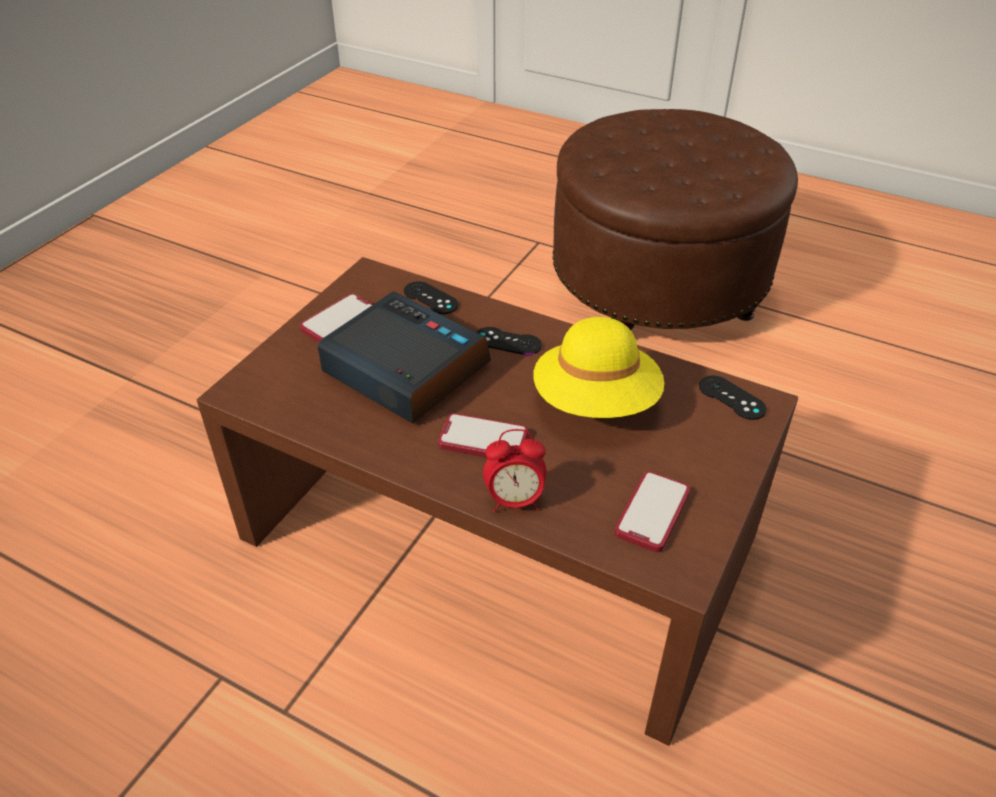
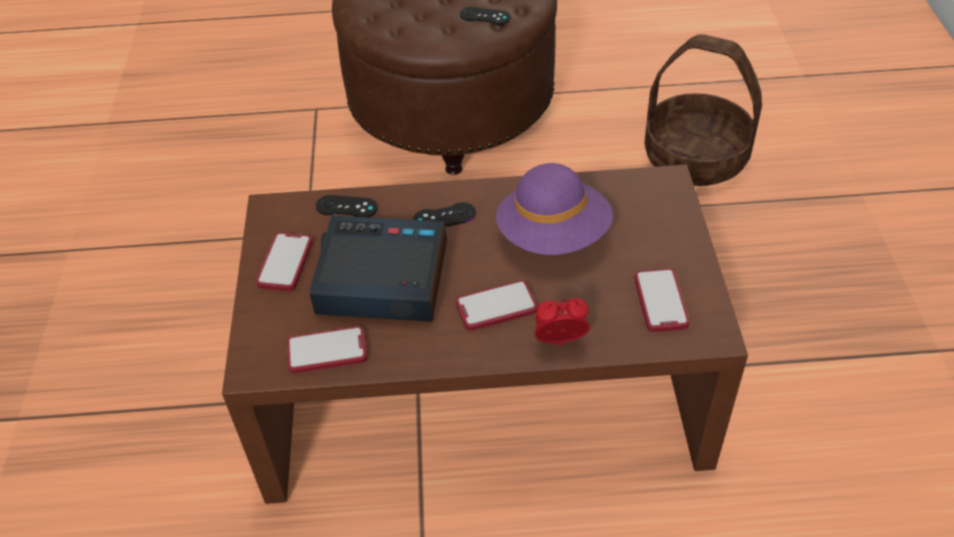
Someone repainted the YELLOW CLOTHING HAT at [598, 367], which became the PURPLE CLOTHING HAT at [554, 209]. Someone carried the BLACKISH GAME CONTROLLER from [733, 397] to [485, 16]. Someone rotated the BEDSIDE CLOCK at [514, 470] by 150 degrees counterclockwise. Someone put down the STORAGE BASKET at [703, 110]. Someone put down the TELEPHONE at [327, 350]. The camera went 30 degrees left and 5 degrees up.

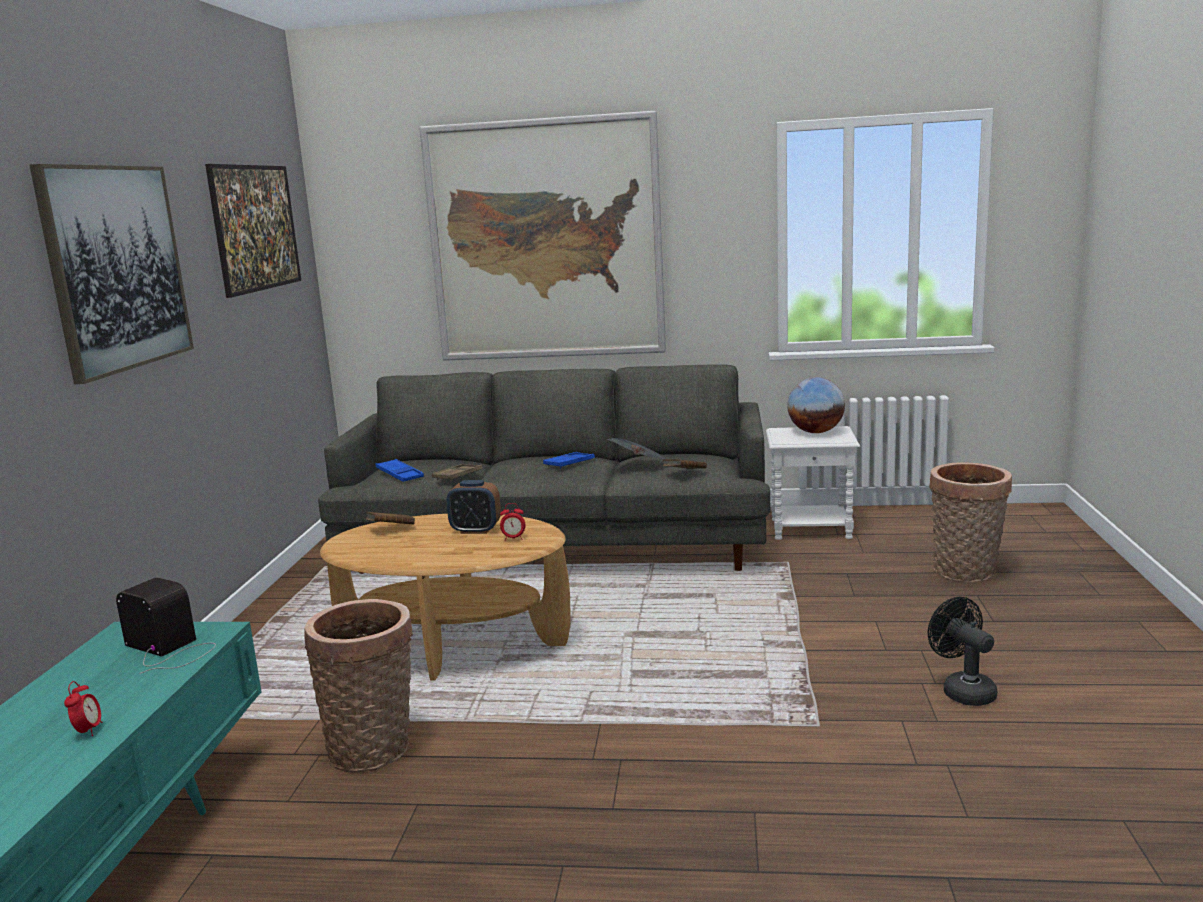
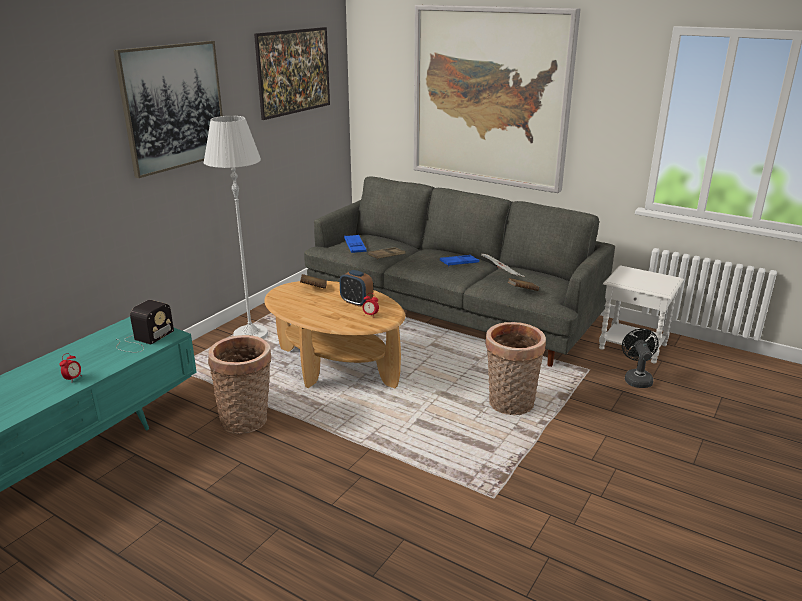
Someone took away the WORLD GLOBE at [816, 405]. Someone carried the STORAGE BASKET from [970, 522] to [515, 368]. Someone rotated the RADIO SET at [166, 626] by 60 degrees clockwise. Someone carried the BLACKISH FAN from [962, 651] to [640, 358]. Someone put down the WHITISH STANDARD LAMP at [236, 227]. The camera went 25 degrees right and 10 degrees up.

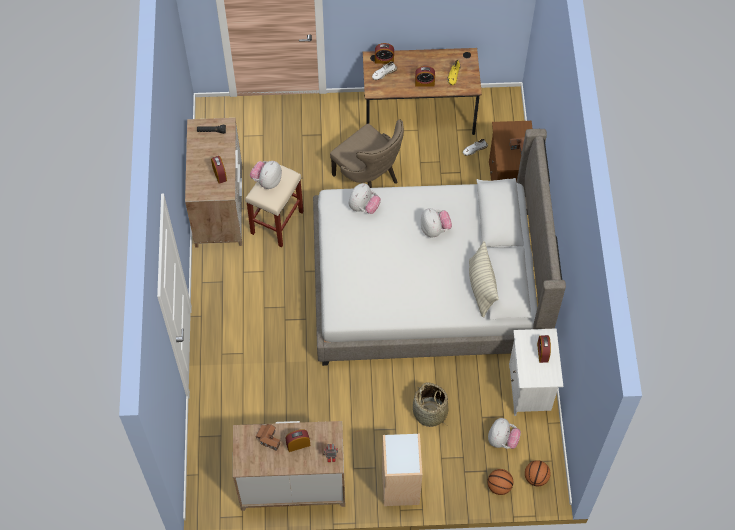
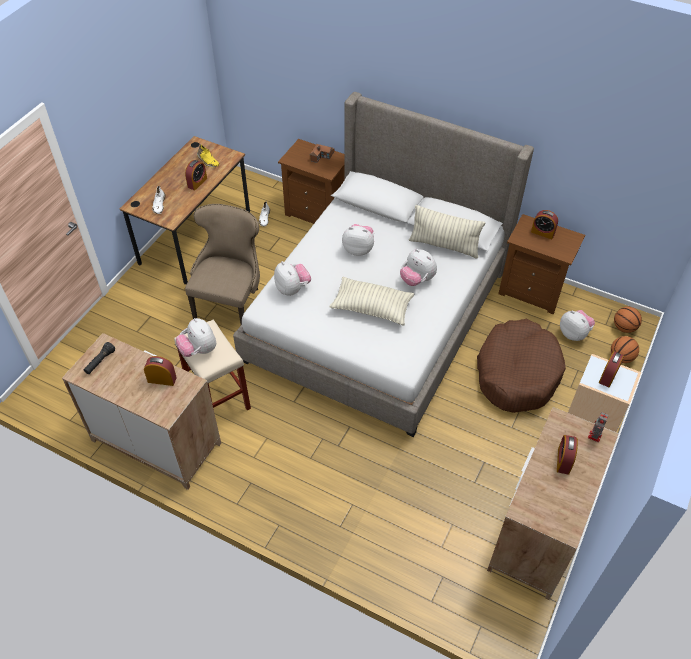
Someone carried the BEDSIDE CLOCK from [384, 53] to [611, 369]. Someone rotated the BEIGE-COLOURED UPRIGHT CHAIR at [367, 153] by 60 degrees counterclockwise. Someone repainted the WHITISH BEDSIDE TABLE at [536, 372], which became the BROWN-COLOURED BEDSIDE TABLE at [541, 264]. Someone swapped the STORAGE BASKET at [430, 404] for the BROWN-COLOURED DOG BED at [521, 366]. Someone took away the TOY HOUSE at [268, 437]. Someone put down the SOFT TOY at [418, 267]. Someone put down the THROW PILLOW at [371, 301]. The camera went 60 degrees left and 10 degrees down.

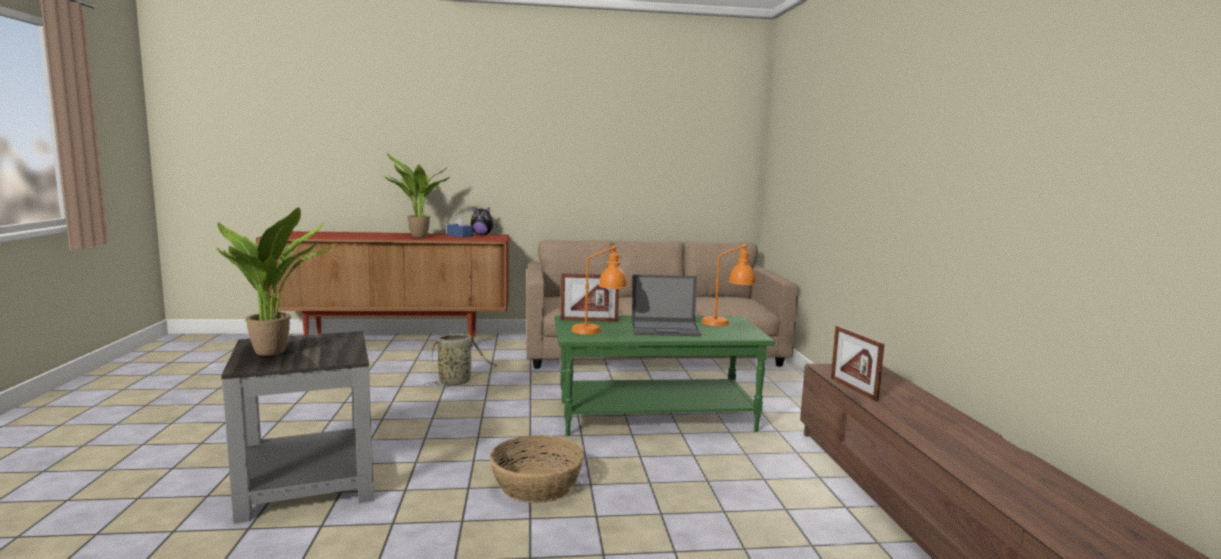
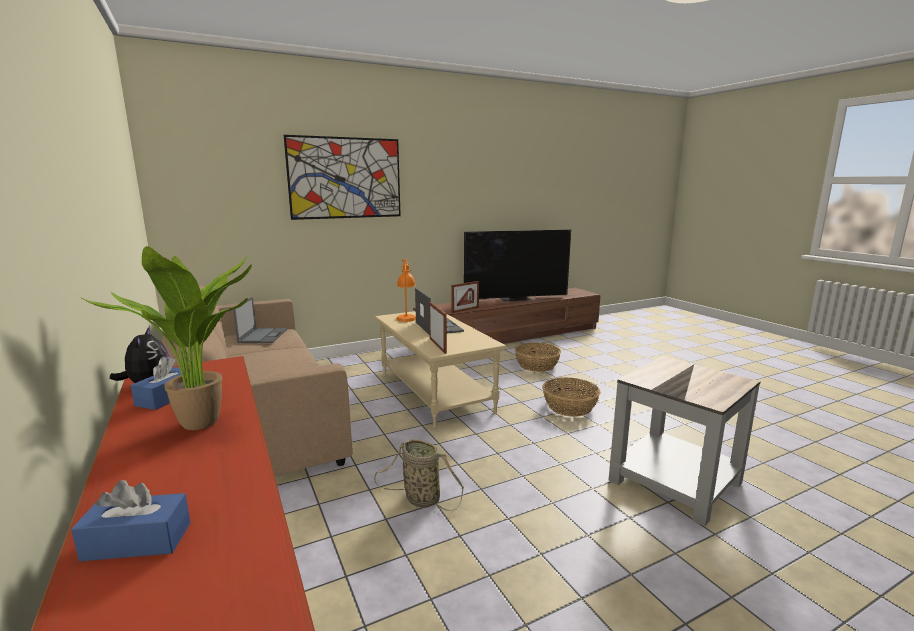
Someone took away the HOUSEPLANT at [276, 282]. Someone took away the ORANGE TABLE LAMP at [599, 290]. Someone repainted the GREENISH LOUNGE TABLE at [665, 376], which became the BEIGE-COLOURED LOUNGE TABLE at [440, 369]. Someone put up the WALL ART at [342, 177]. Someone put down the TELEVISION at [517, 265]. Someone put down the PORTABLE COMPUTER at [260, 320]. Someone put down the STORAGE BASKET at [538, 357]. Someone put down the BLUISH TISSUE BOX at [131, 520]. The camera went 110 degrees left and 5 degrees up.

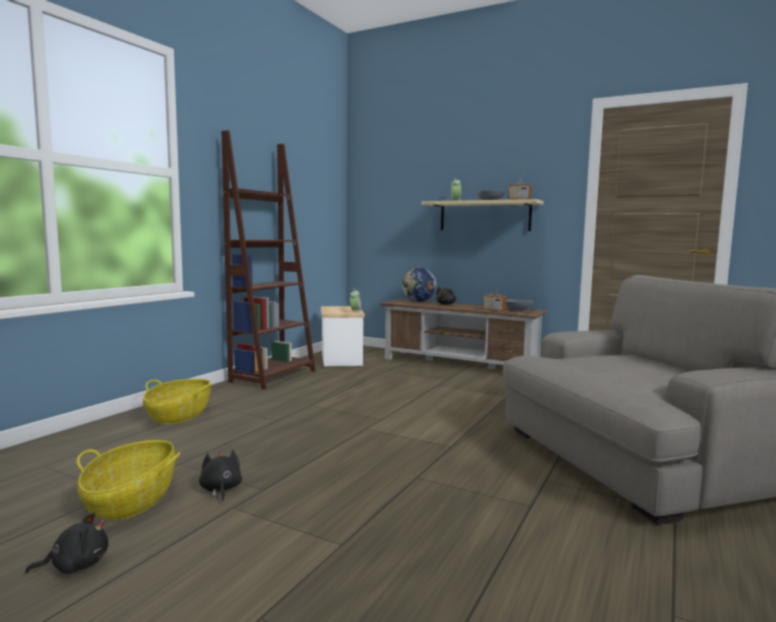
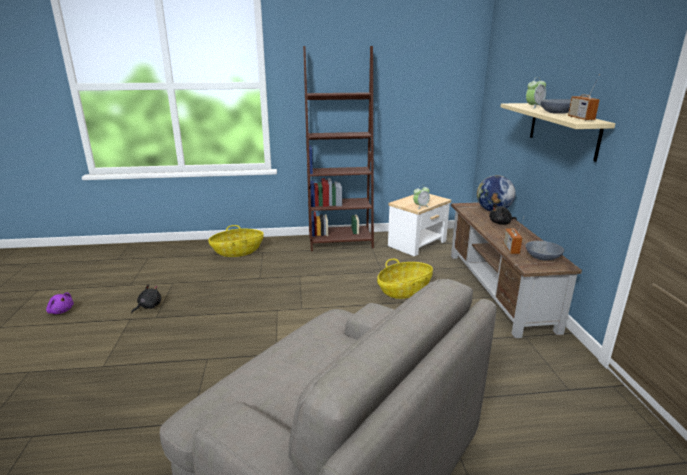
Someone carried the STORAGE BASKET from [128, 480] to [405, 279]. Someone repainted the BLACKISH SOFT TOY at [66, 543], which became the PURPLE SOFT TOY at [60, 303]. The camera went 55 degrees right and 15 degrees up.

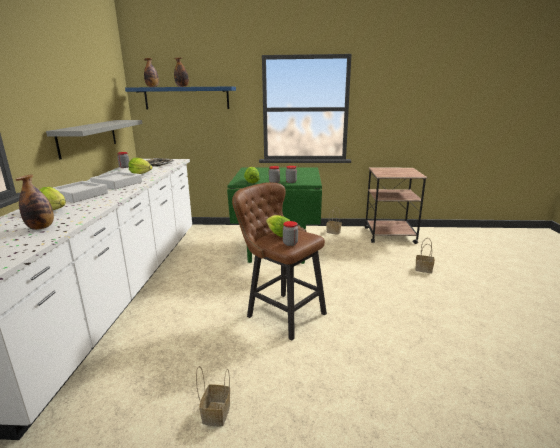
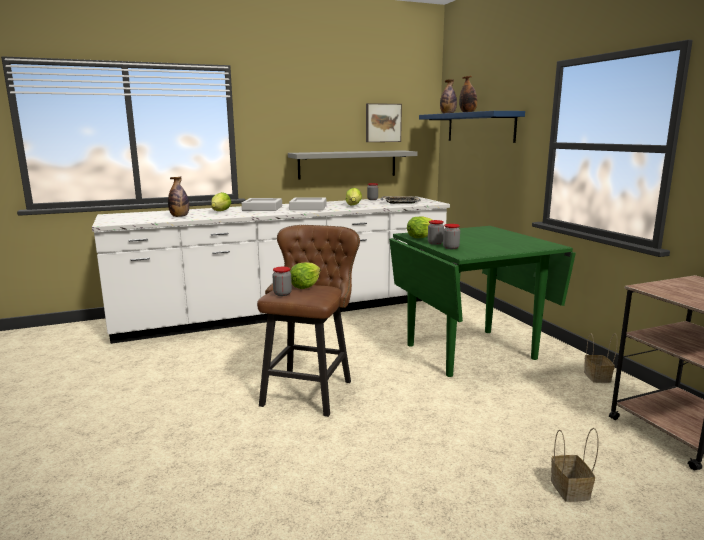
Someone took away the STORAGE BASKET at [213, 396]. Someone put up the WALL ART at [384, 122]. The camera went 65 degrees right and 5 degrees down.

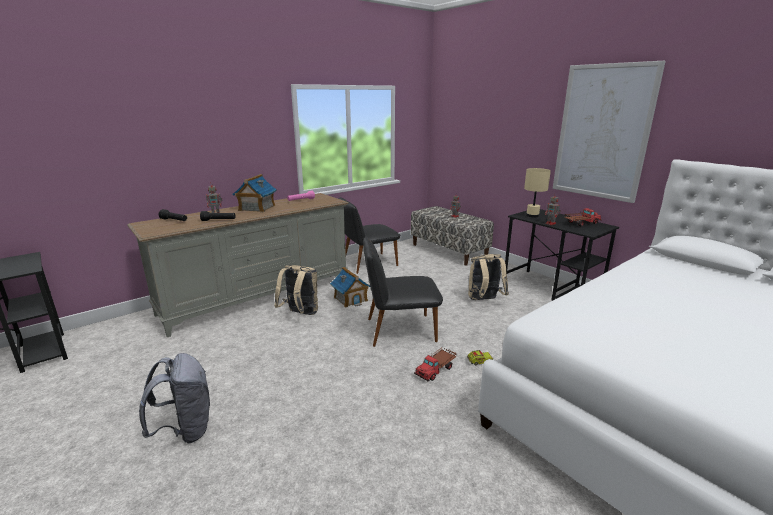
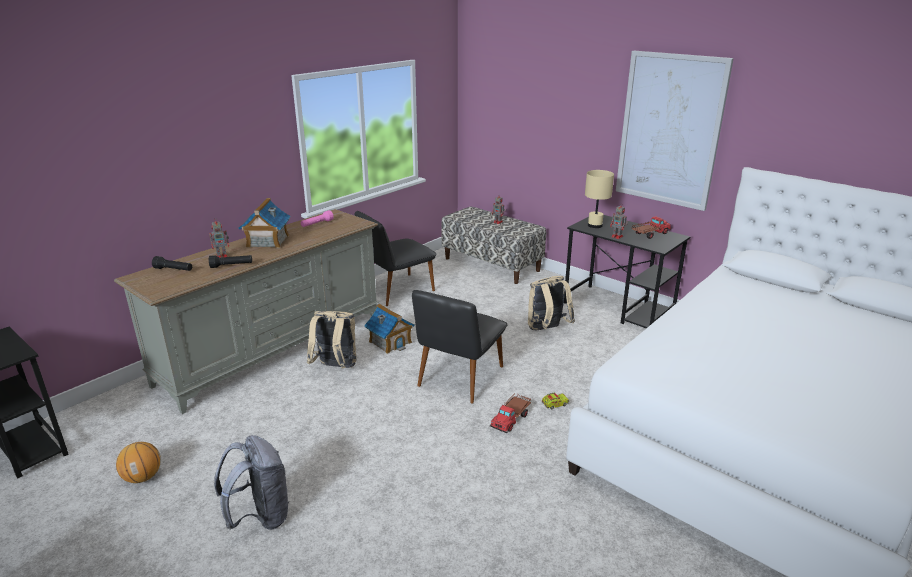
Someone rotated the BLACKISH UPRIGHT CHAIR at [403, 292] by 45 degrees counterclockwise. Someone put down the BALL FOR BASKETBALL at [138, 462]. The camera went 10 degrees left and 5 degrees up.

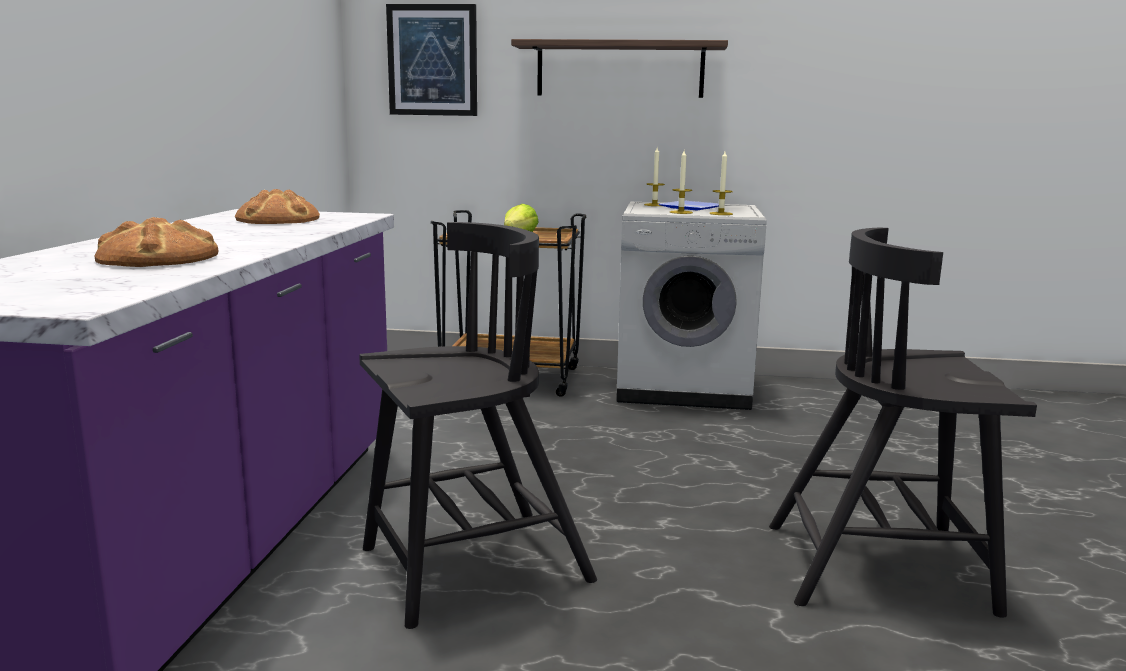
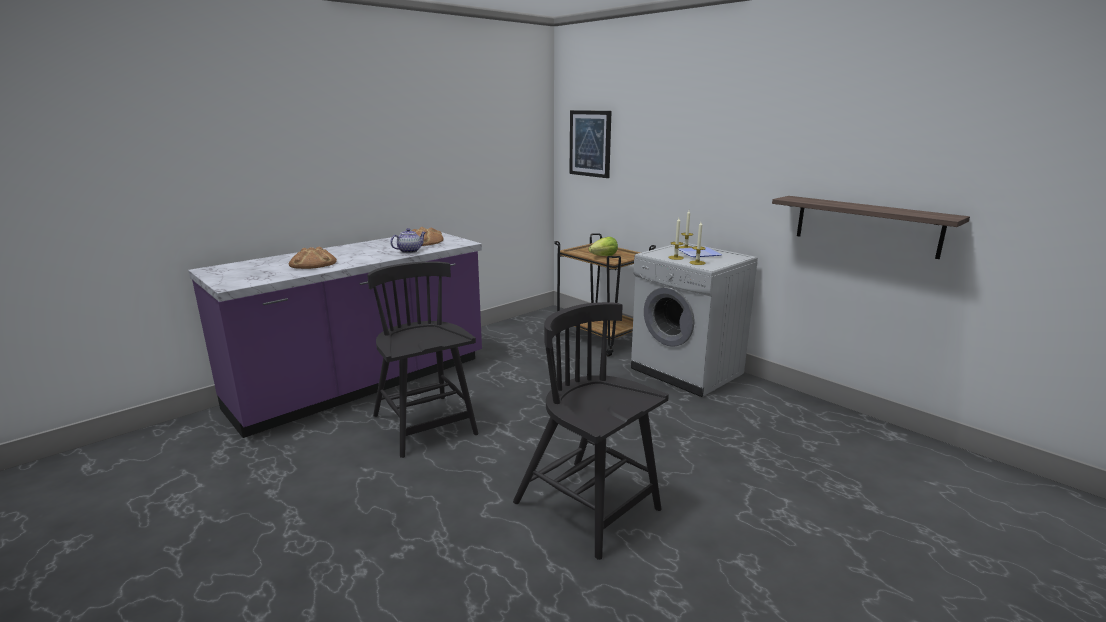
Someone carried the WALL SHELF from [619, 68] to [871, 227]. Someone rotated the BLACKISH UPRIGHT CHAIR at [478, 425] by 135 degrees counterclockwise. Someone put down the TEA POT at [408, 240]. The camera went 40 degrees right and 5 degrees up.

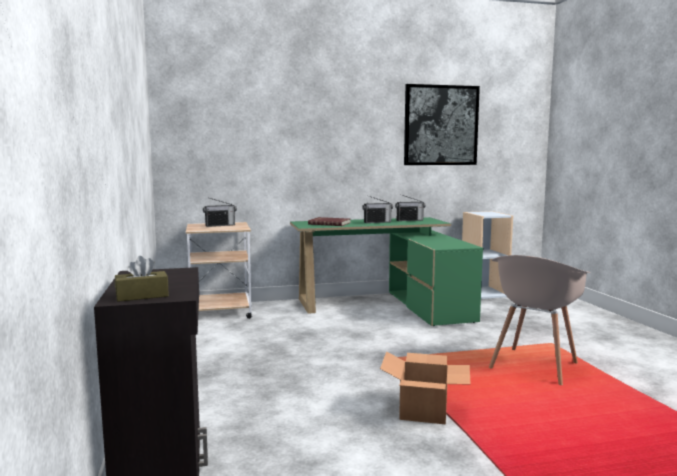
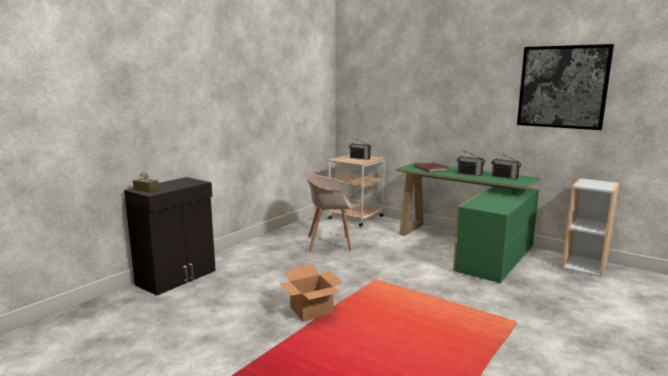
Someone carried the BEIGE-COLOURED UPRIGHT CHAIR from [539, 320] to [327, 212]. The camera went 50 degrees right and 5 degrees up.

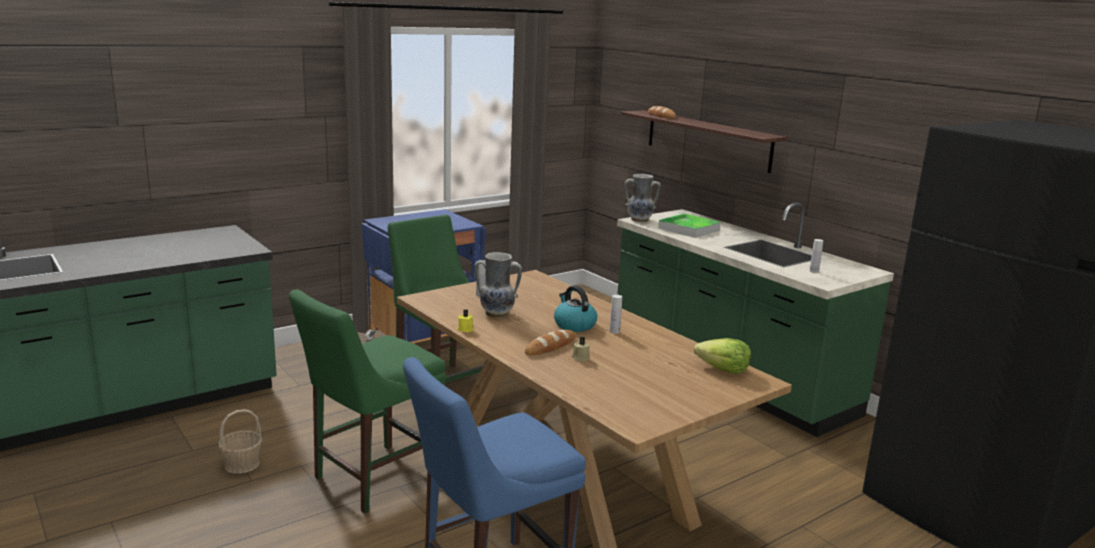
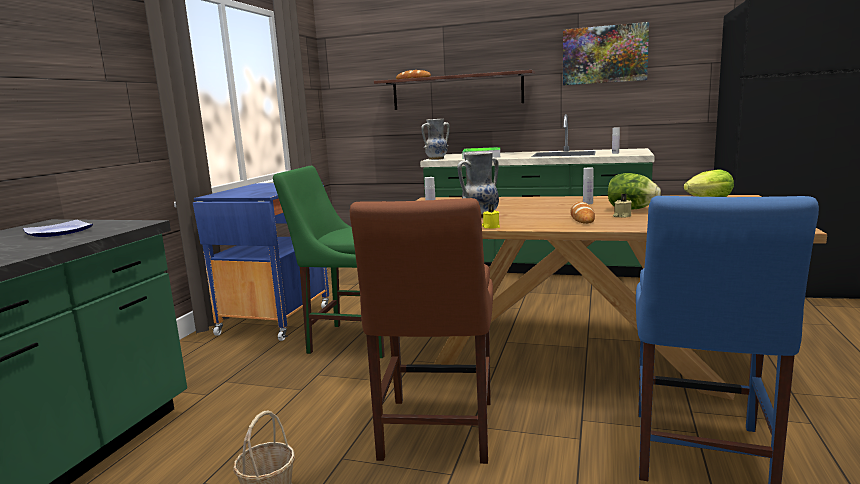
Someone took away the TEA KETTLE at [575, 308]. Someone repainted the GREENISH UPRIGHT CHAIR at [367, 401], which became the BROWN-COLOURED UPRIGHT CHAIR at [421, 331]. Someone put up the WALL ART at [606, 53]. Someone put down the LETTUCE HEAD at [634, 191]. Someone put down the DINNER PLATE at [58, 228]. The camera went 35 degrees left and 5 degrees down.

